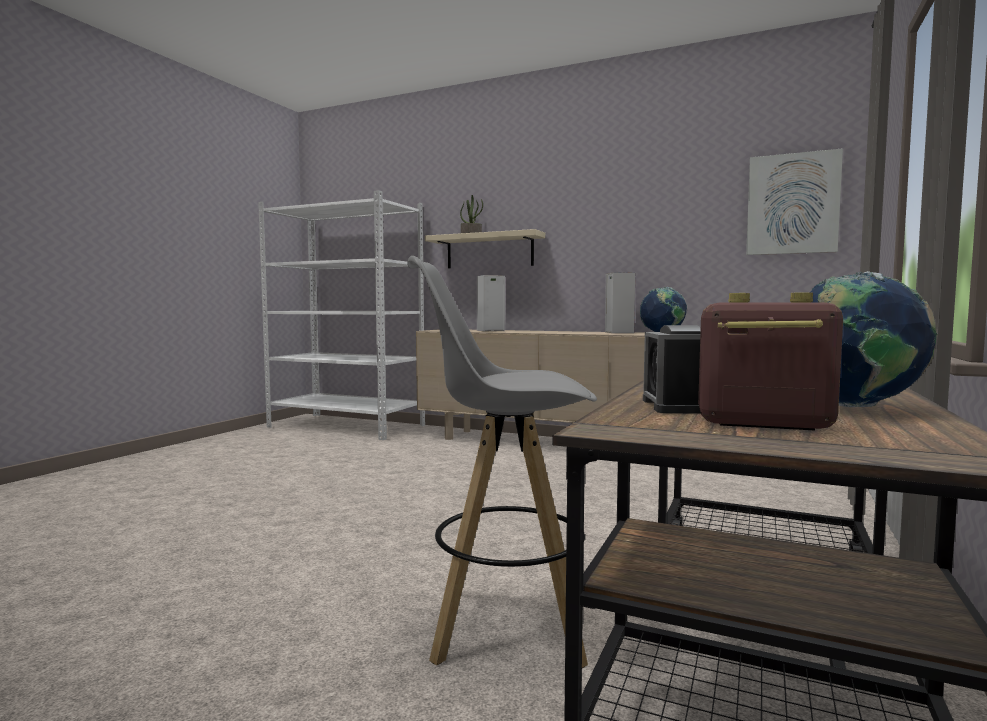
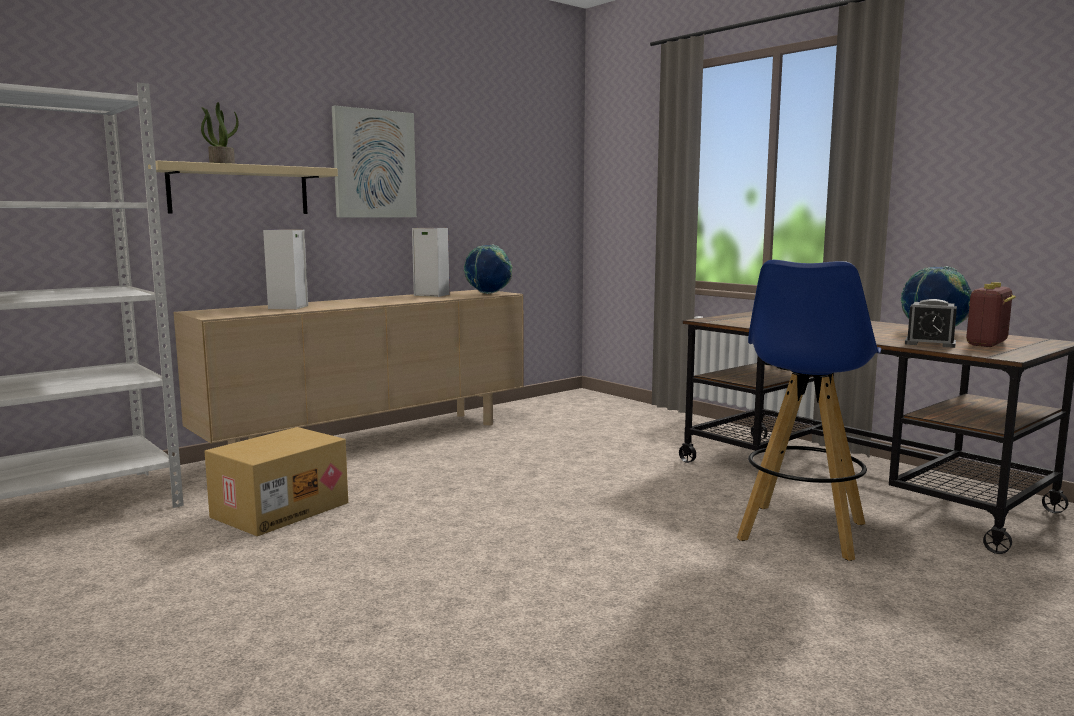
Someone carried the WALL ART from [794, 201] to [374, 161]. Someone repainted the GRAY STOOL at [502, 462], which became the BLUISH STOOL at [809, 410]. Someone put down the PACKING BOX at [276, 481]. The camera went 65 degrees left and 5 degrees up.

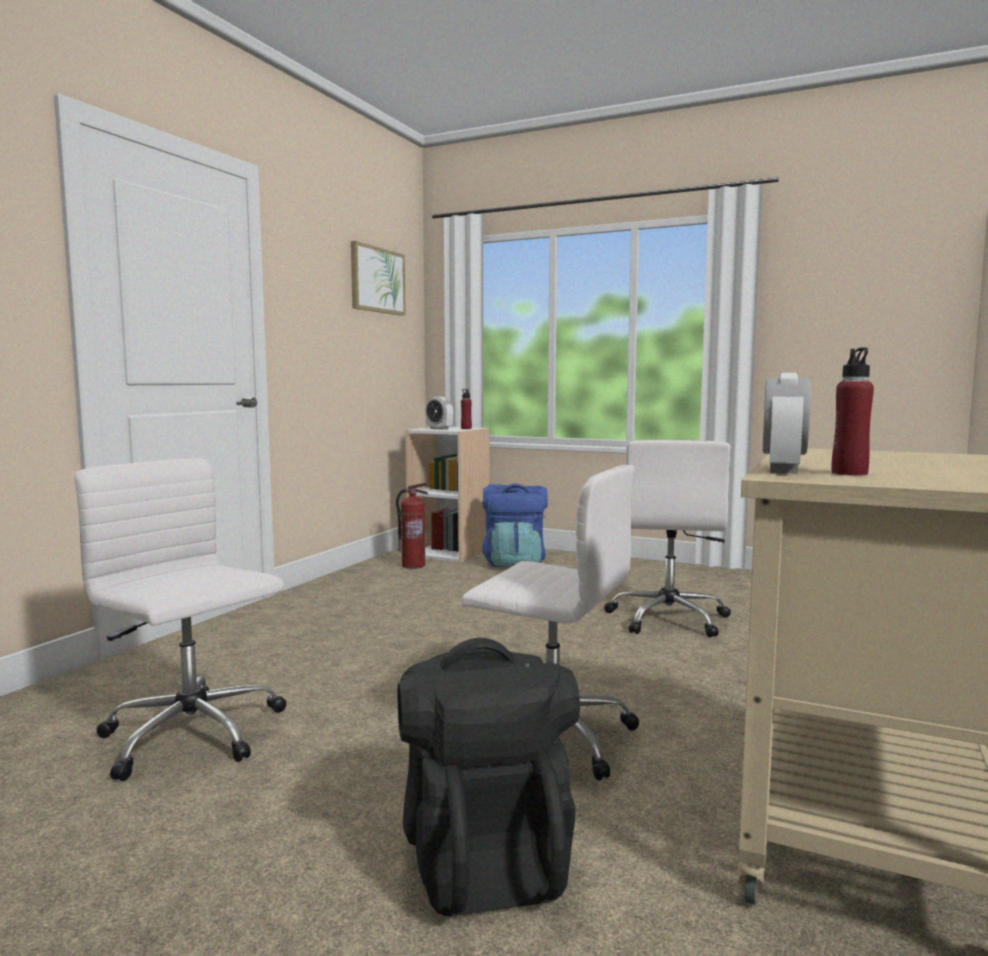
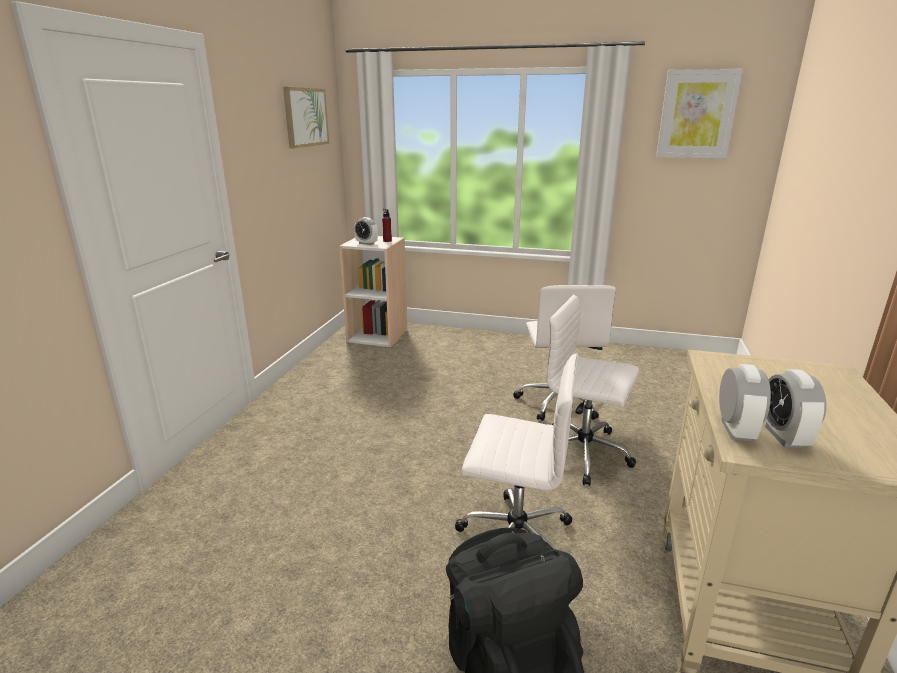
Someone swapped the REDDISH BOTTLE at [852, 411] for the BEDSIDE CLOCK at [795, 408]. Someone carried the WHITISH OFFICE CHAIR from [181, 619] to [592, 390]. Someone took away the FIRE EXTINGUISHER at [412, 526]. Someone took away the BLUISH KNAPSACK at [515, 525]. Someone put up the WALL ART at [699, 114]. The camera went 10 degrees left and 15 degrees up.

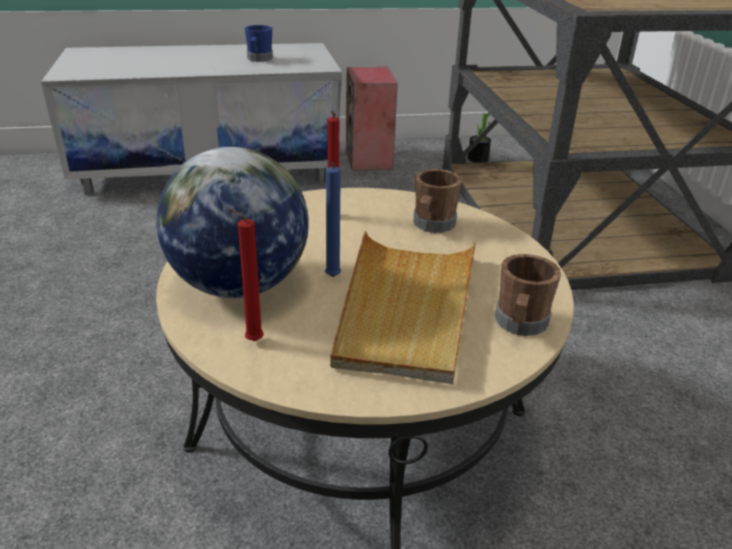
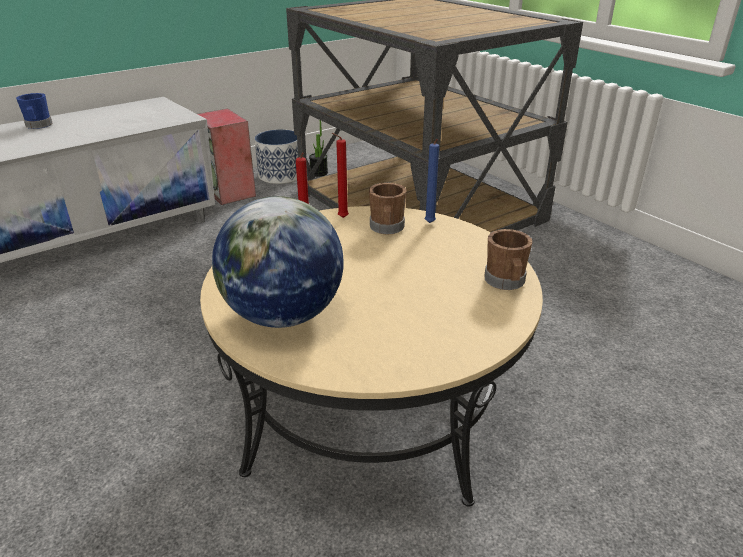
Someone carried the BLUISH MUG from [259, 43] to [34, 111]. Someone carried the BLUISH WAX LIGHT from [333, 219] to [432, 181]. Someone carried the REDDISH WAX LIGHT from [245, 274] to [340, 175]. Someone took away the BEIGE-COLOURED TRAY at [403, 307]. Someone put down the FLOWER POT at [276, 157]. The camera went 25 degrees left and 0 degrees up.

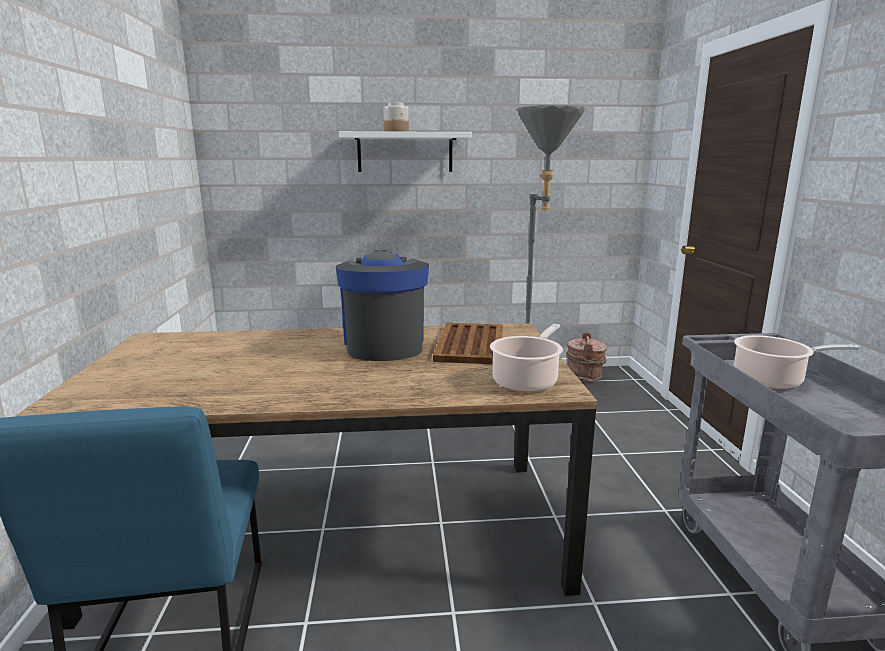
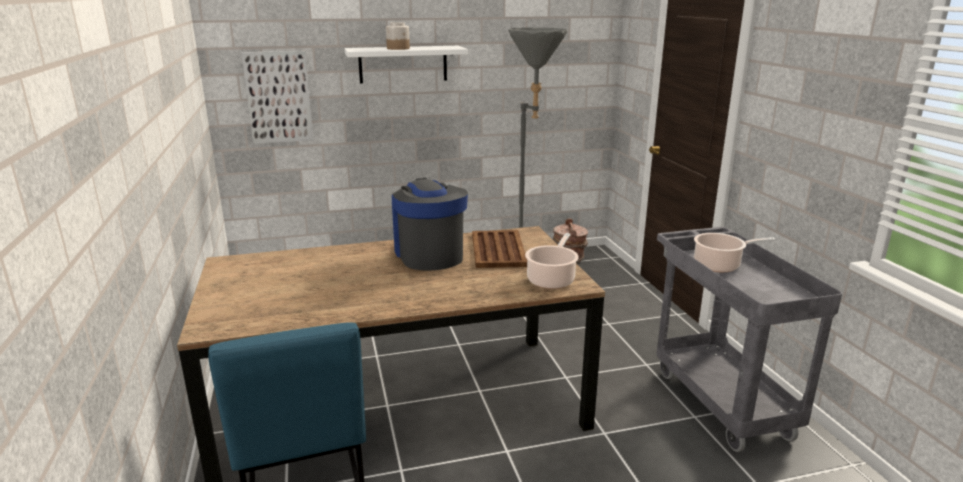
Someone put up the WALL ART at [277, 97]. The camera went 10 degrees left and 5 degrees up.

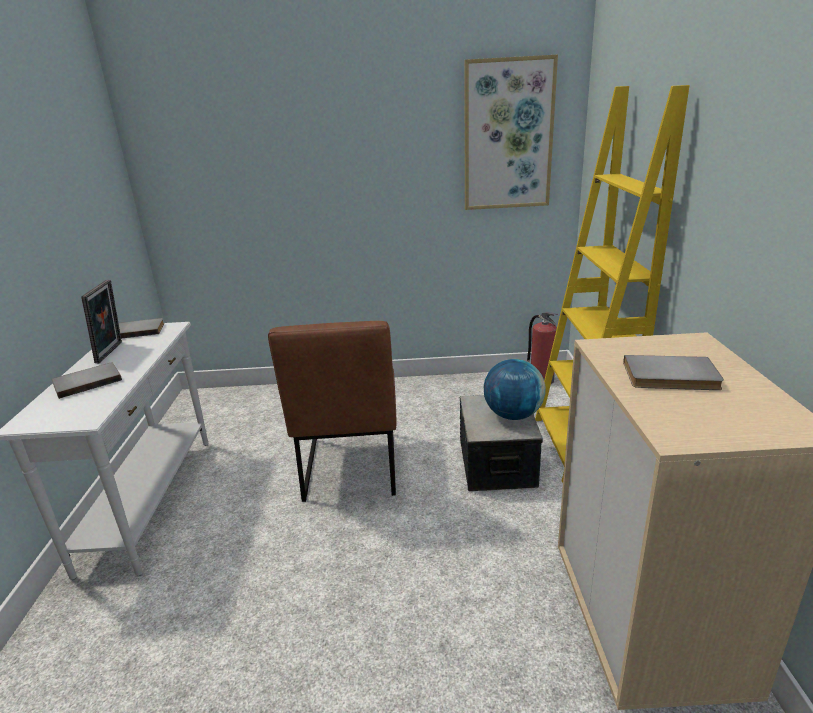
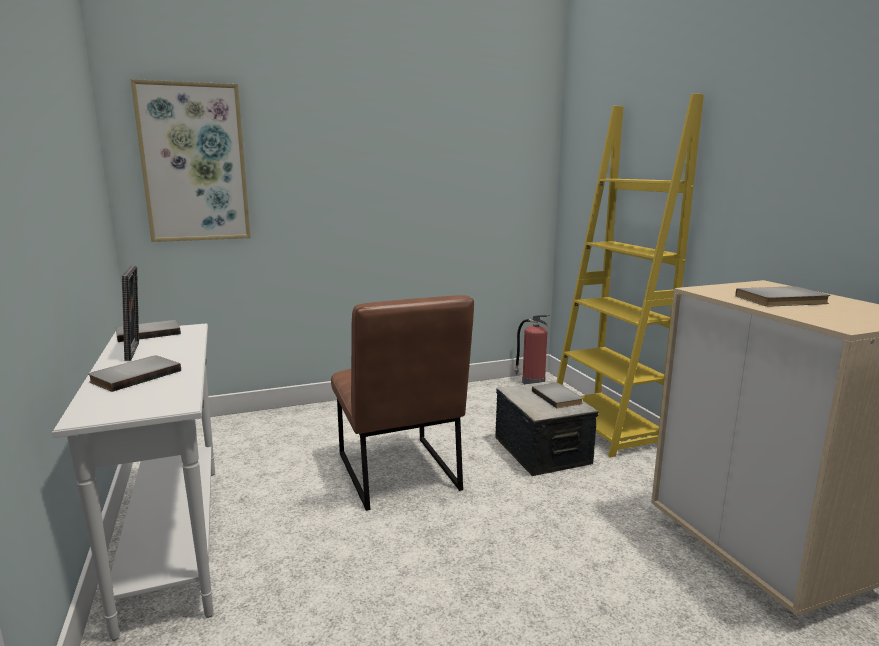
Someone carried the WALL ART from [511, 132] to [191, 160]. Someone swapped the WORLD GLOBE at [515, 389] for the GRAY BOOK at [557, 395]. The camera went 20 degrees left and 10 degrees down.

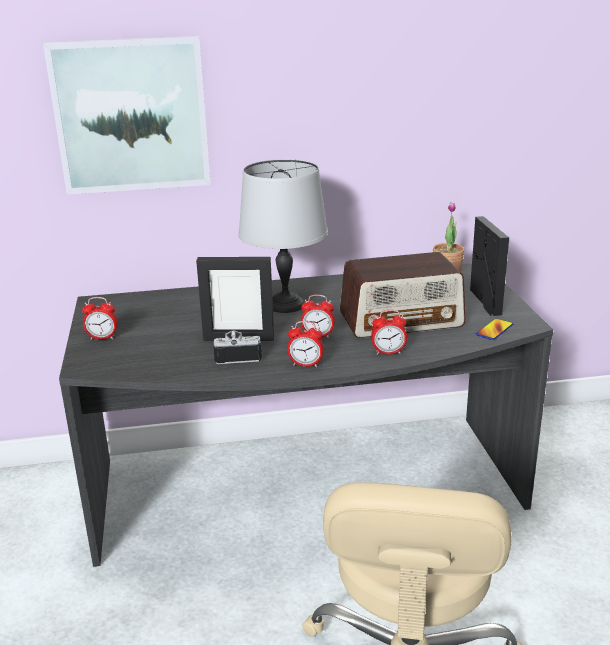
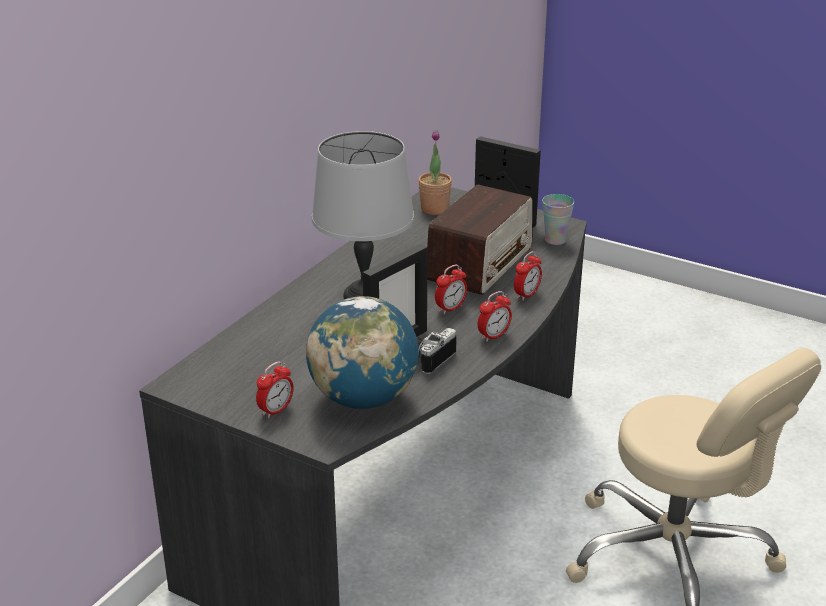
Someone took away the WALL ART at [127, 115]. Someone swapped the TELEPHONE at [494, 329] for the DRINKING CUP at [558, 219]. Someone put down the WORLD GLOBE at [362, 352]. The camera went 50 degrees left and 5 degrees up.

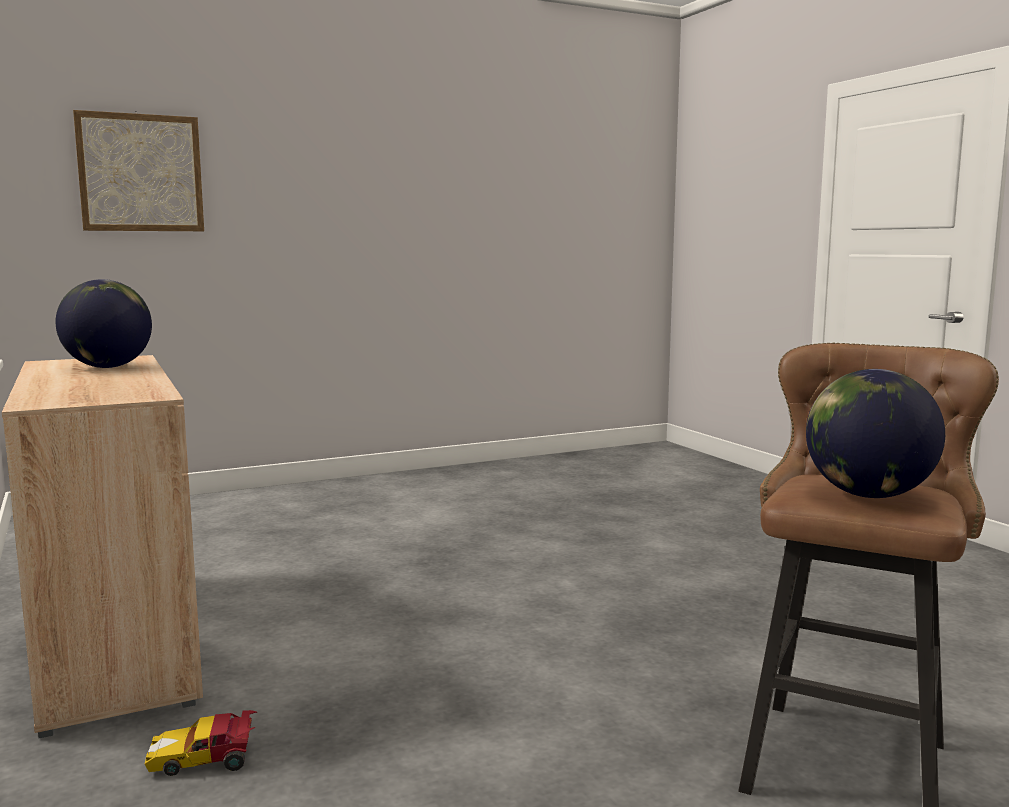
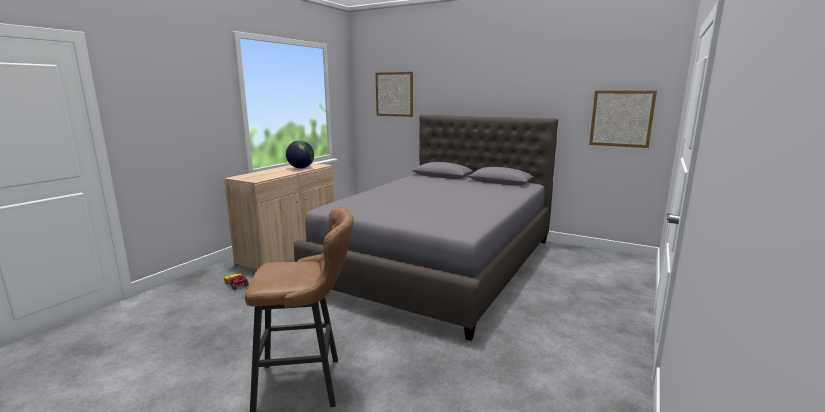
Someone took away the WORLD GLOBE at [875, 433]. Someone put up the WALL ART at [623, 119]. Someone put down the GRAY SLEEPING BED at [426, 227]. The camera went 55 degrees right and 5 degrees up.

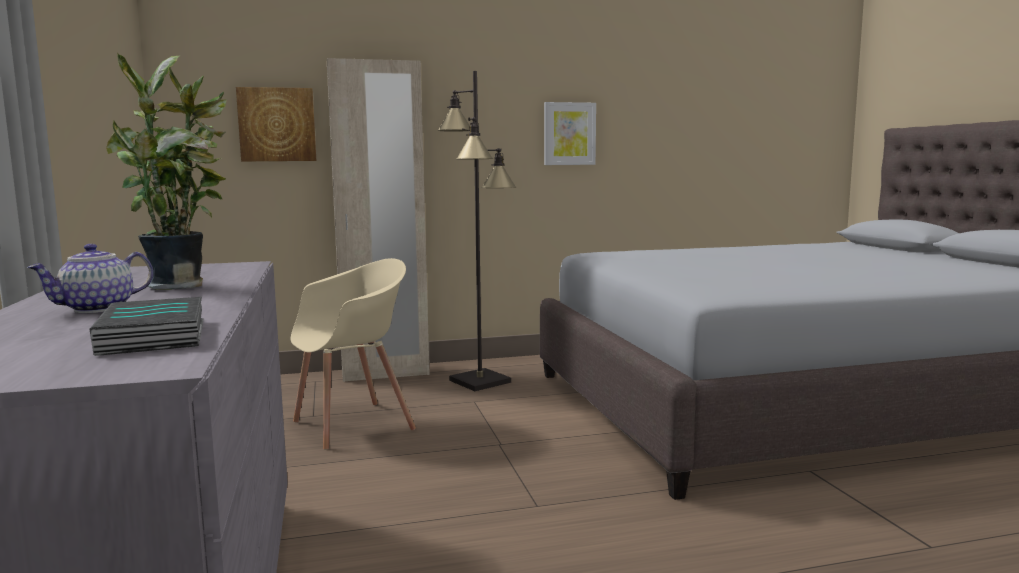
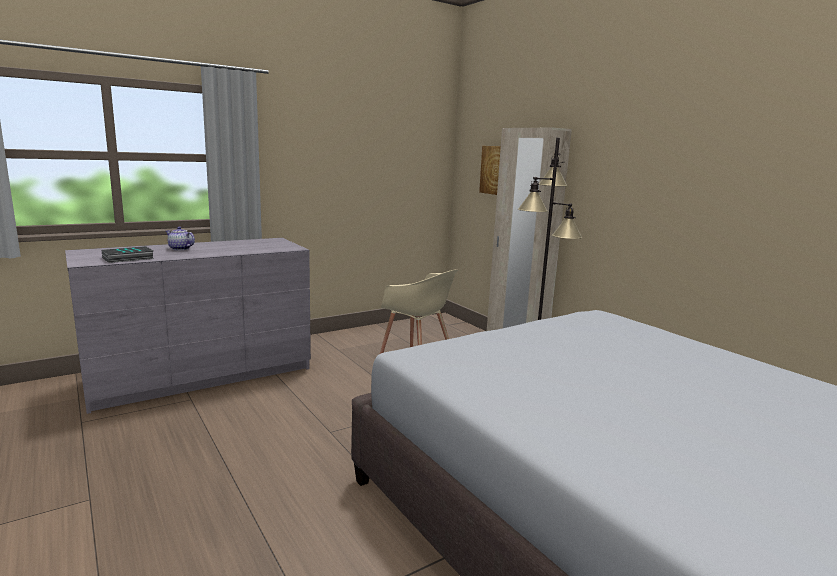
Someone took away the HOUSEPLANT at [166, 171]. Someone took away the WALL ART at [570, 133]. The camera went 70 degrees right and 5 degrees up.

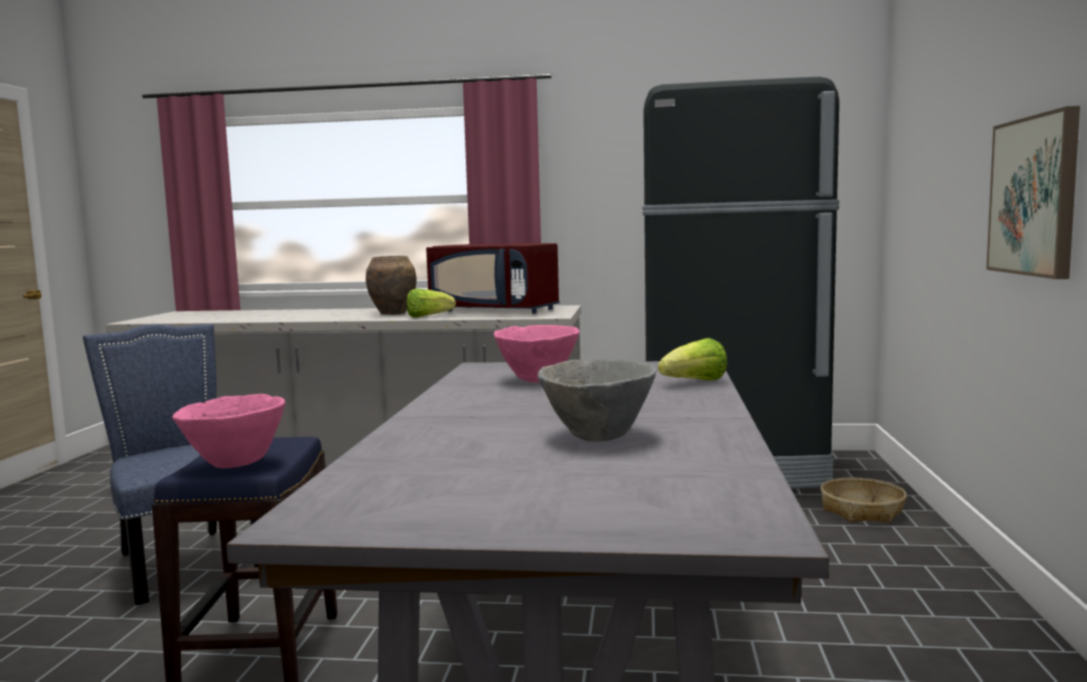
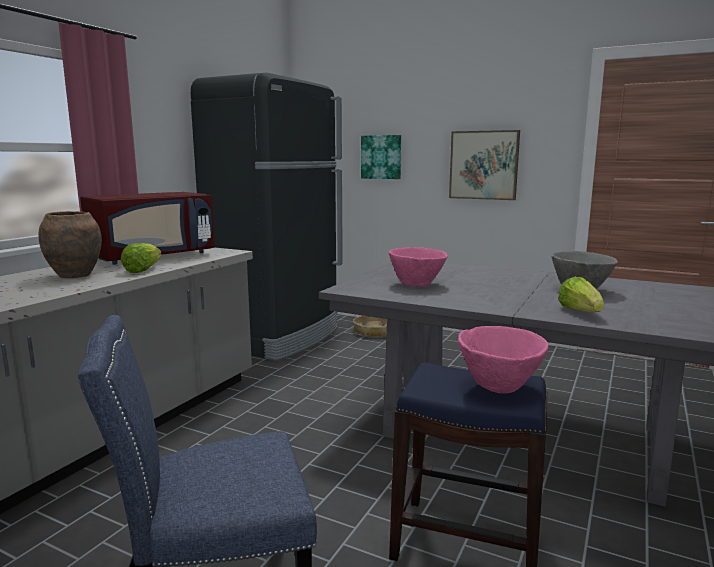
Someone carried the LETTUCE HEAD from [692, 359] to [581, 294]. Someone put up the WALL ART at [381, 157]. The camera went 70 degrees left and 5 degrees up.

